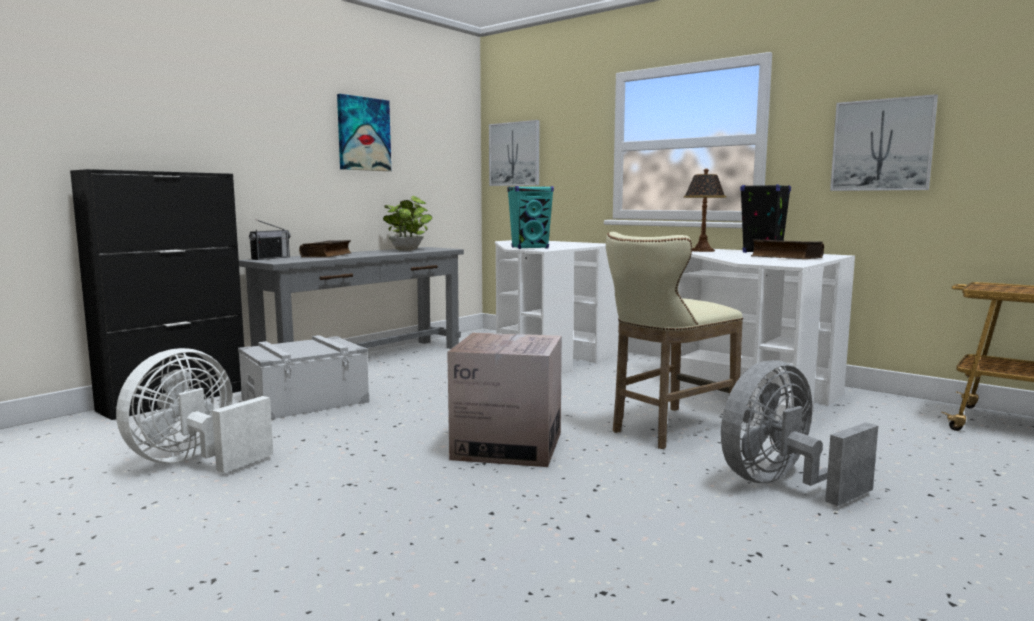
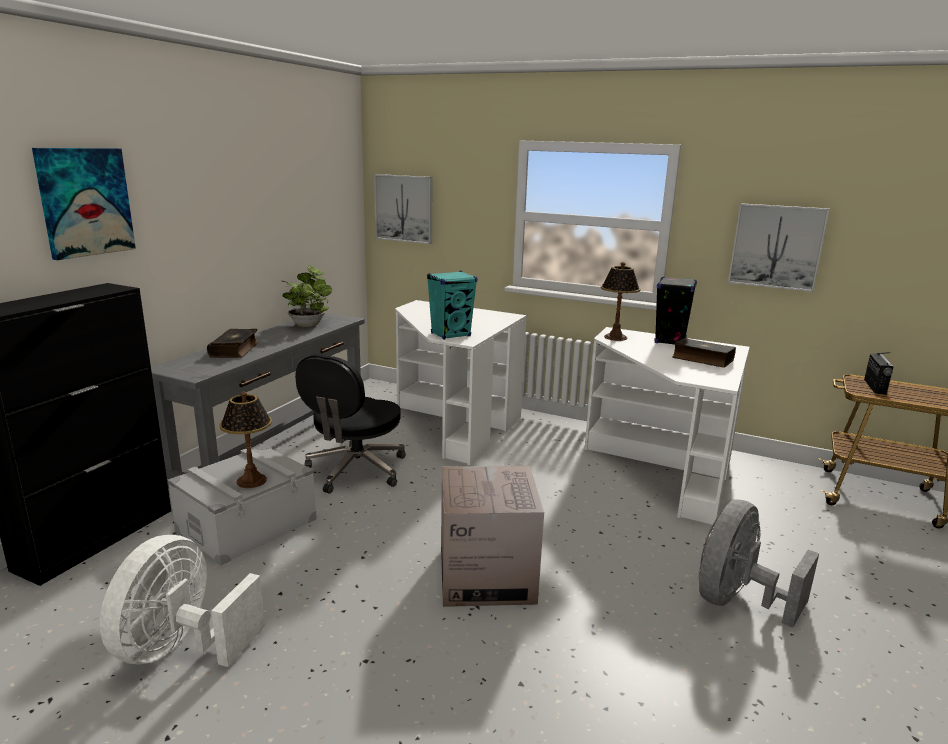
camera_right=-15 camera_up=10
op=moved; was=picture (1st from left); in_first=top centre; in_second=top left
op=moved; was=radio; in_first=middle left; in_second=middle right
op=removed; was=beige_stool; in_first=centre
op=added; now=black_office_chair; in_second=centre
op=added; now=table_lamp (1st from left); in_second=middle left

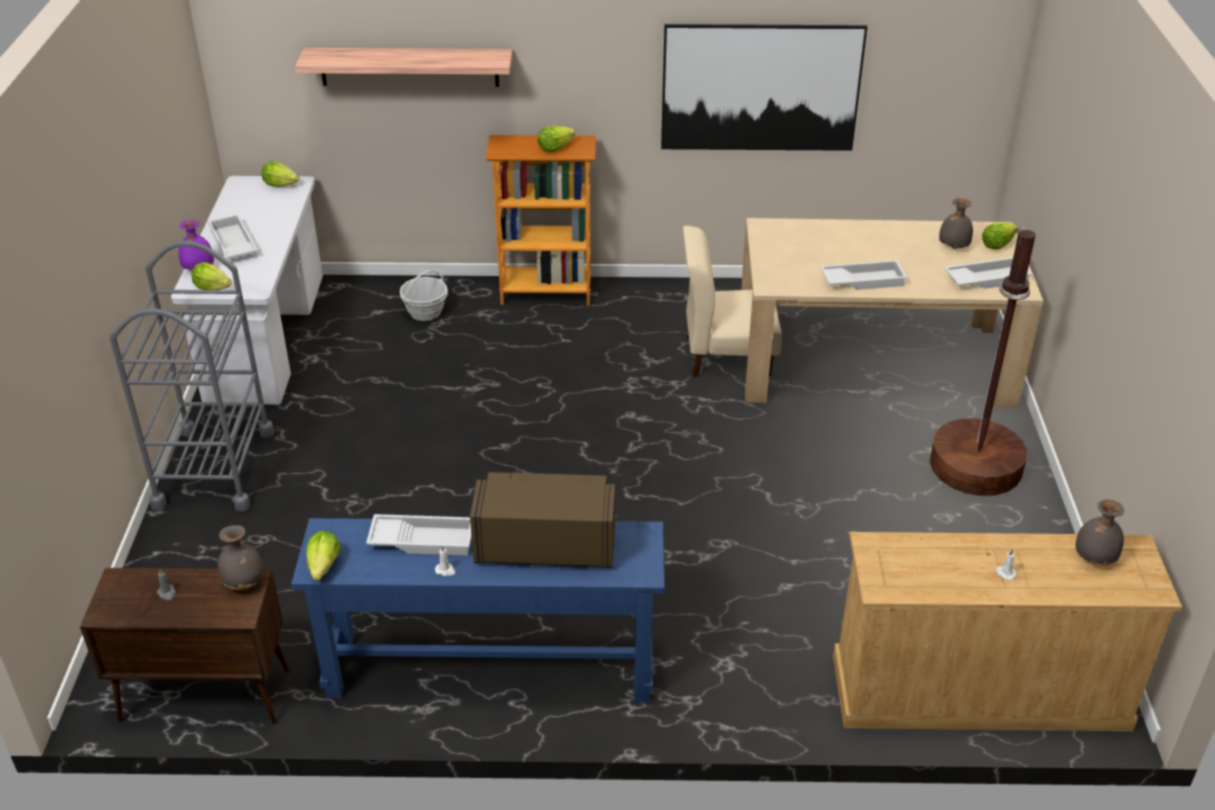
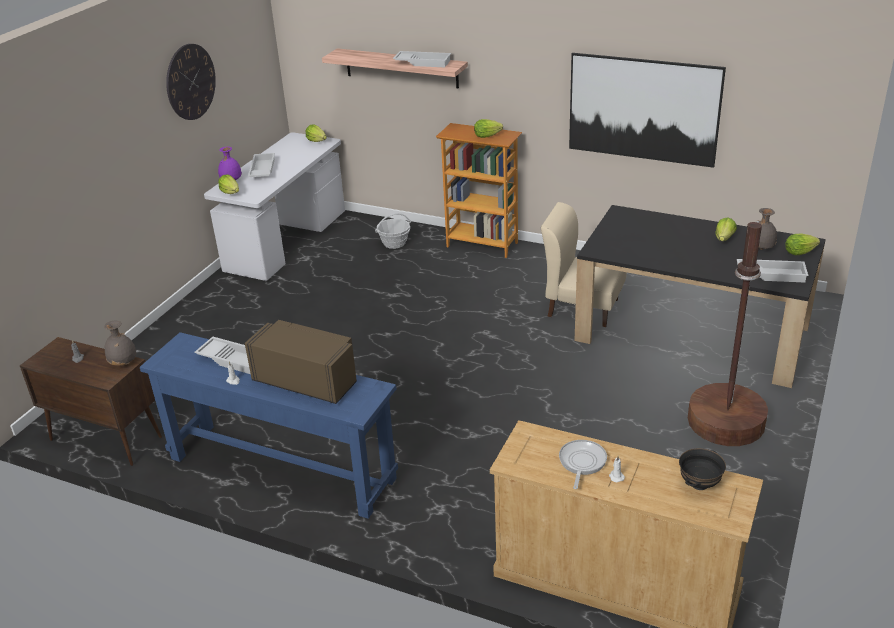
camera_right=25 camera_up=-5
op=recoloured; was=beige_dining_table; now=black_dining_table; in_first=middle right; in_second=middle right
op=removed; was=grey_cart; in_first=middle left
op=moved; was=white_tray (3rd from left); in_first=middle right; in_second=top centre
op=replaced; was=grey_vase (3rd from left); now=black_bowl; in_first=middle right; in_second=bottom right
op=moved; was=lettuce (3rd from left in the first image); now=lettuce (4th from left); in_first=bottom left; in_second=middle right
op=added; now=wall_clock; in_second=top left
op=added; now=frying_pan; in_second=bottom centre

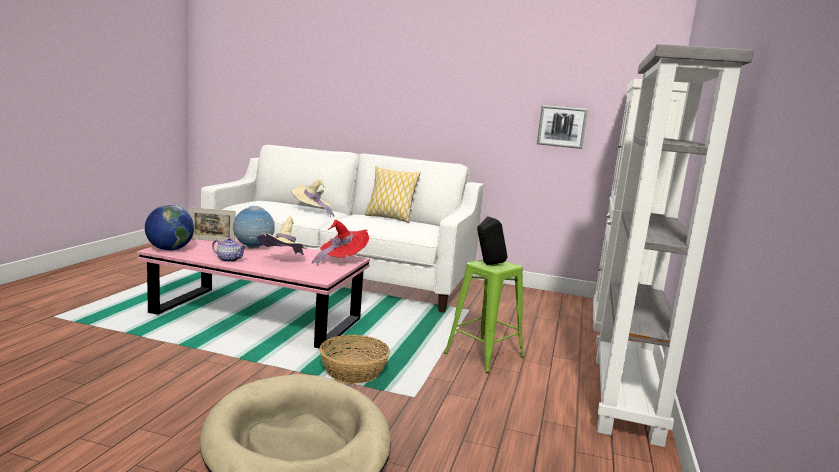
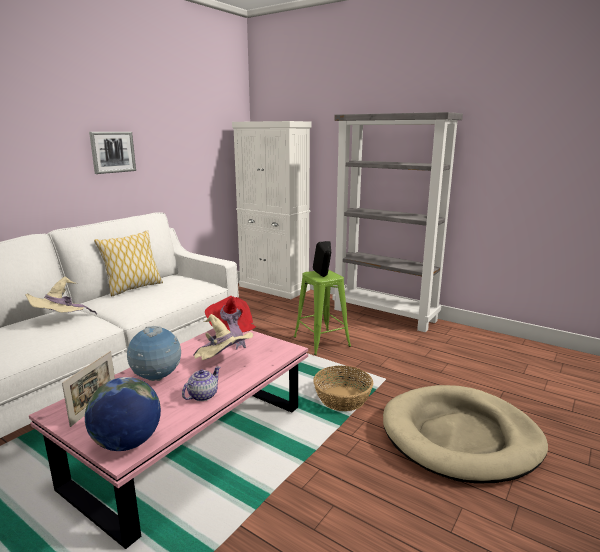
camera_right=-70 camera_up=5
op=moved; was=picture; in_first=top right; in_second=top left

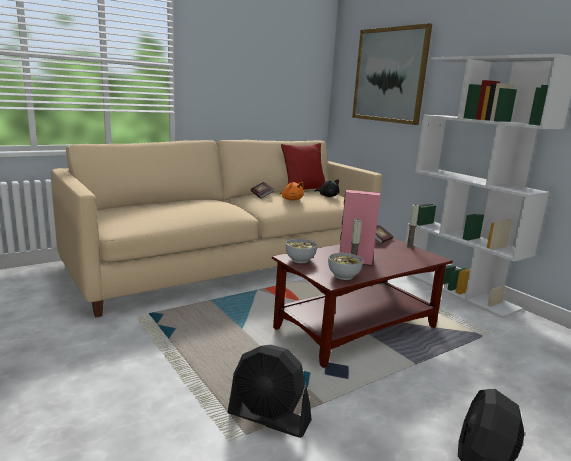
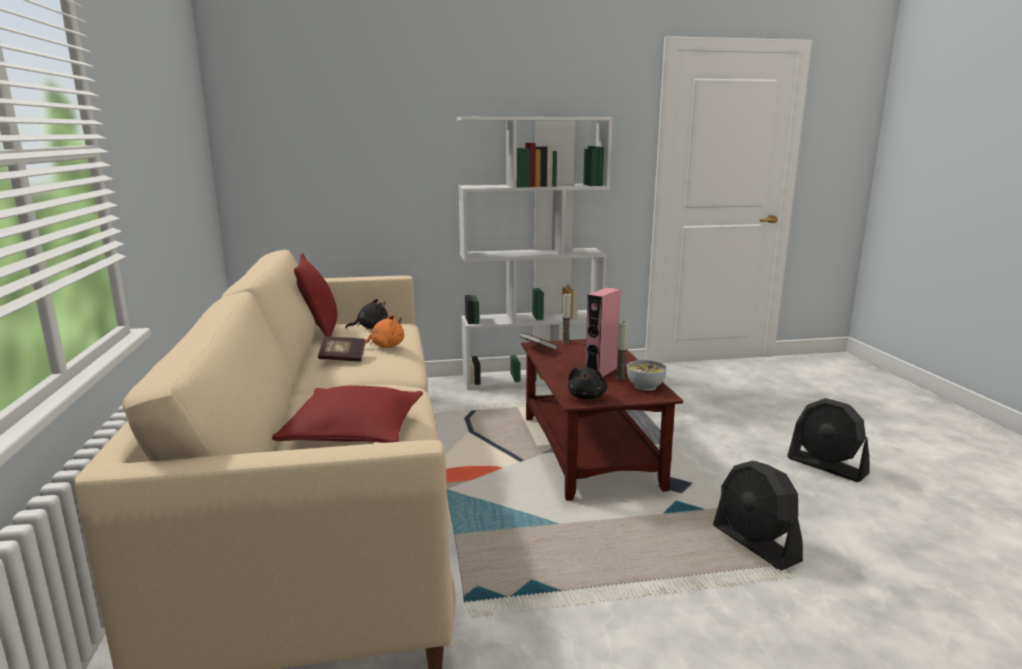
camera_right=-65 camera_up=0
op=removed; was=picture; in_first=top right
op=replaced; was=bowl (1st from left); now=black_plush_toy (2nd from left); in_first=centre; in_second=centre
op=turned; was=black_fan (1st from left); in_first=bottom centre; in_second=bottom right; clockwise=105
op=added; now=red_pillow (2nd from left); in_second=centre

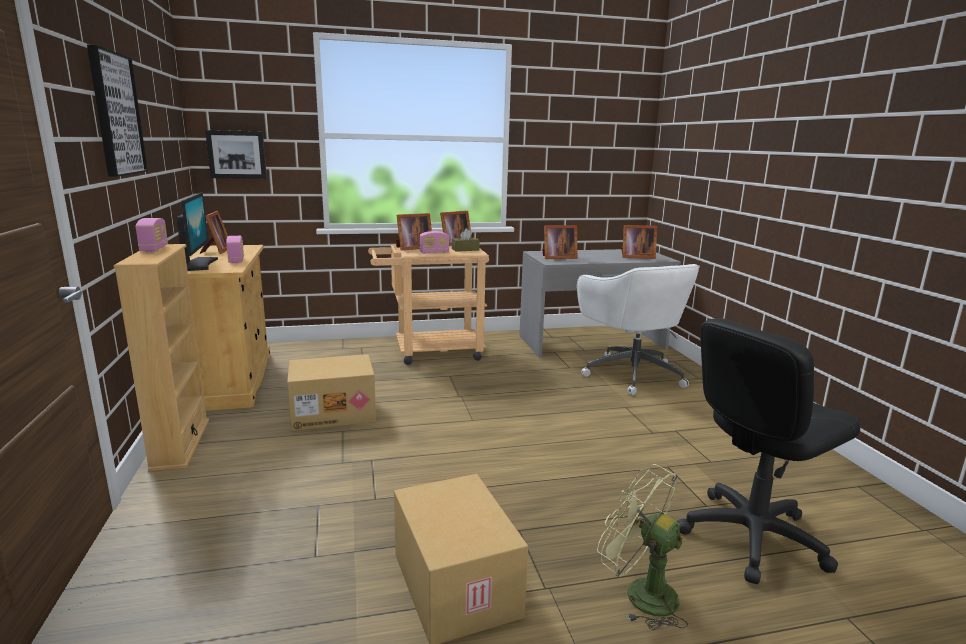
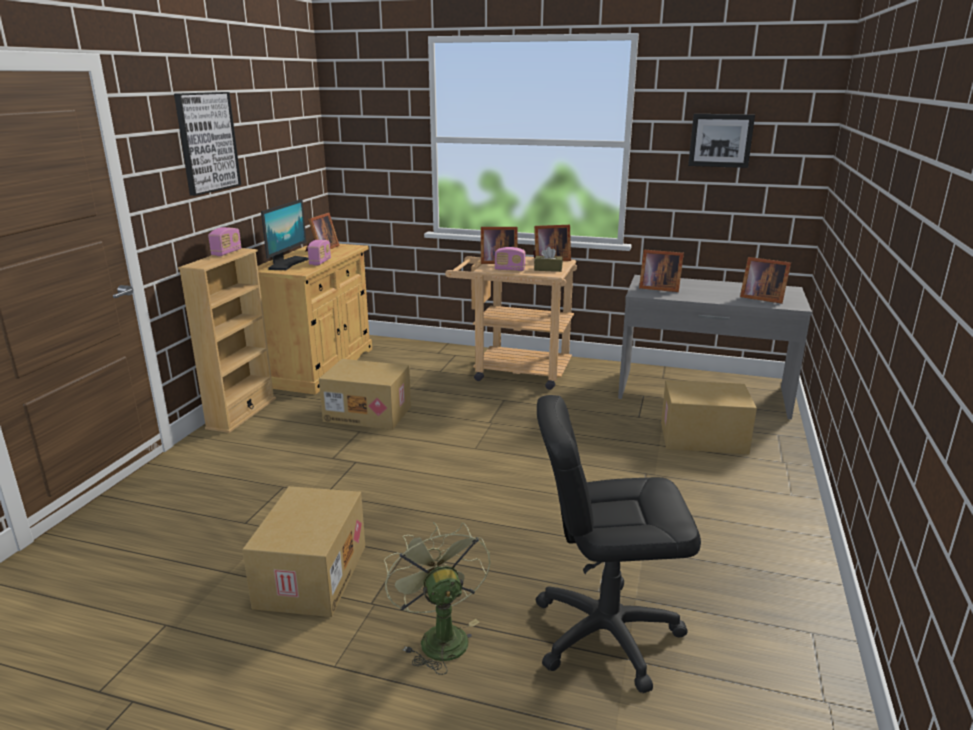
camera_right=30 camera_up=5
op=moved; was=picture (2nd from left); in_first=top left; in_second=top right
op=replaced; was=white_office_chair; now=cardboard_box (3rd from left); in_first=centre; in_second=middle right

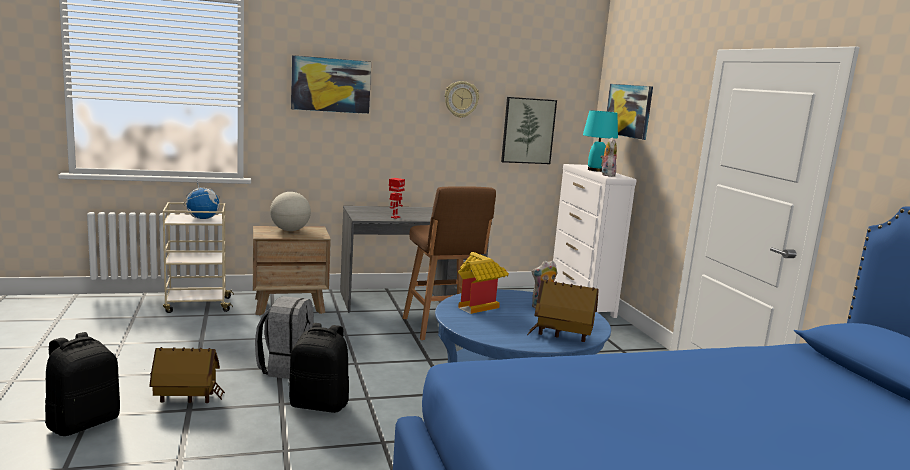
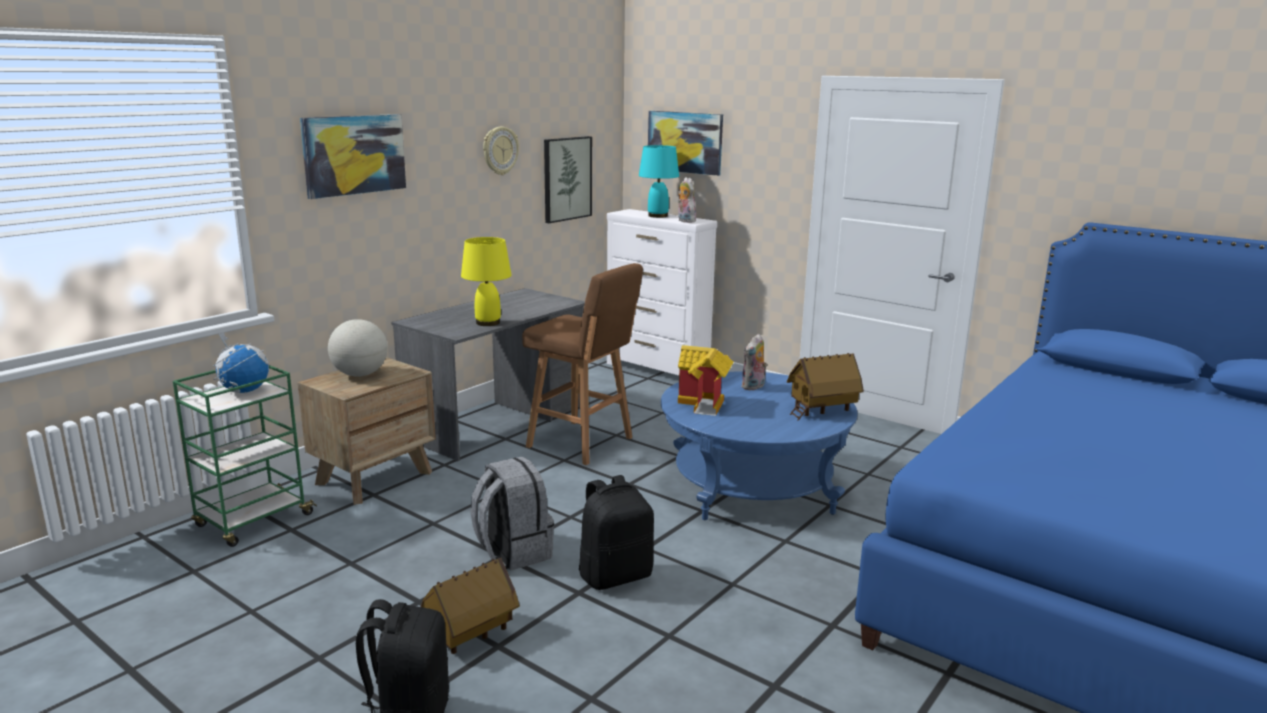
camera_right=-35 camera_up=5
op=replaced; was=toy_robot; now=yellow_table_lamp; in_first=centre; in_second=centre
op=recoloured; was=beige_cart; now=green_cart; in_first=middle left; in_second=middle left

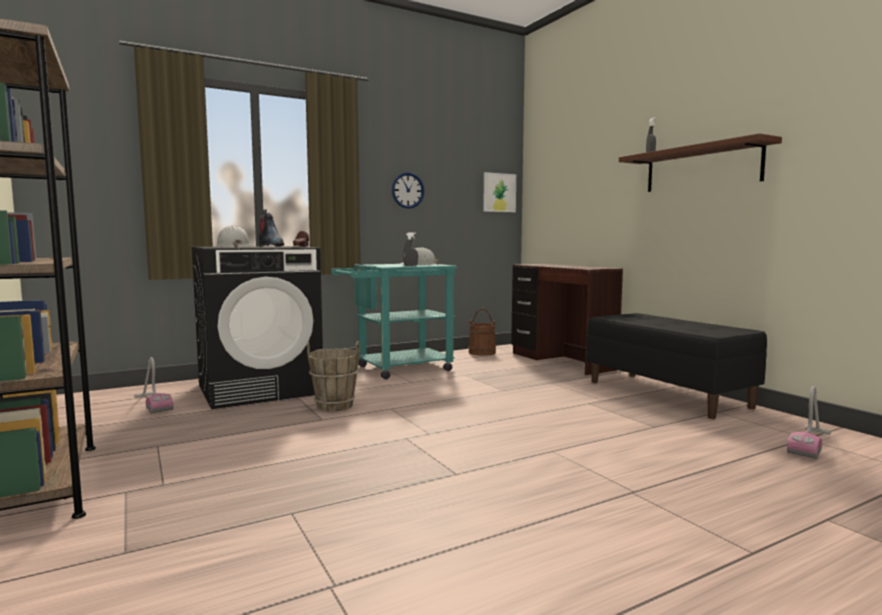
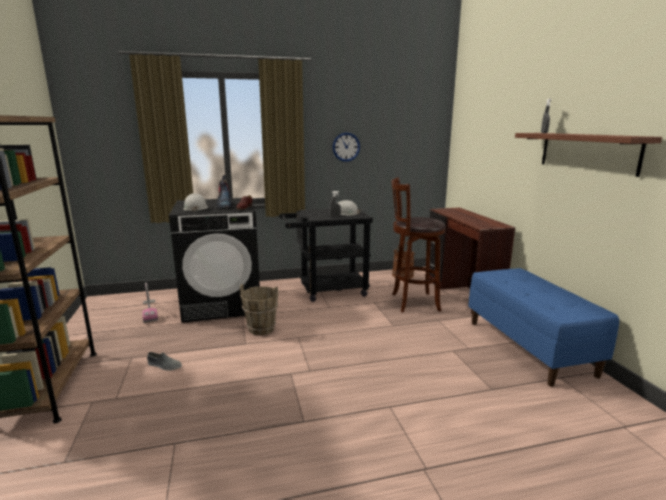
camera_right=15 camera_up=10
op=removed; was=picture; in_first=top centre
op=recoloured; was=turquoise_cart; now=black_cart; in_first=centre; in_second=centre
op=recoloured; was=black_bench; now=blue_bench; in_first=middle right; in_second=middle right
op=removed; was=vacuum_cleaner (2nd from left); in_first=bottom right
op=added; now=brown_stool; in_second=centre
op=added; now=grey_shoe; in_second=bottom left

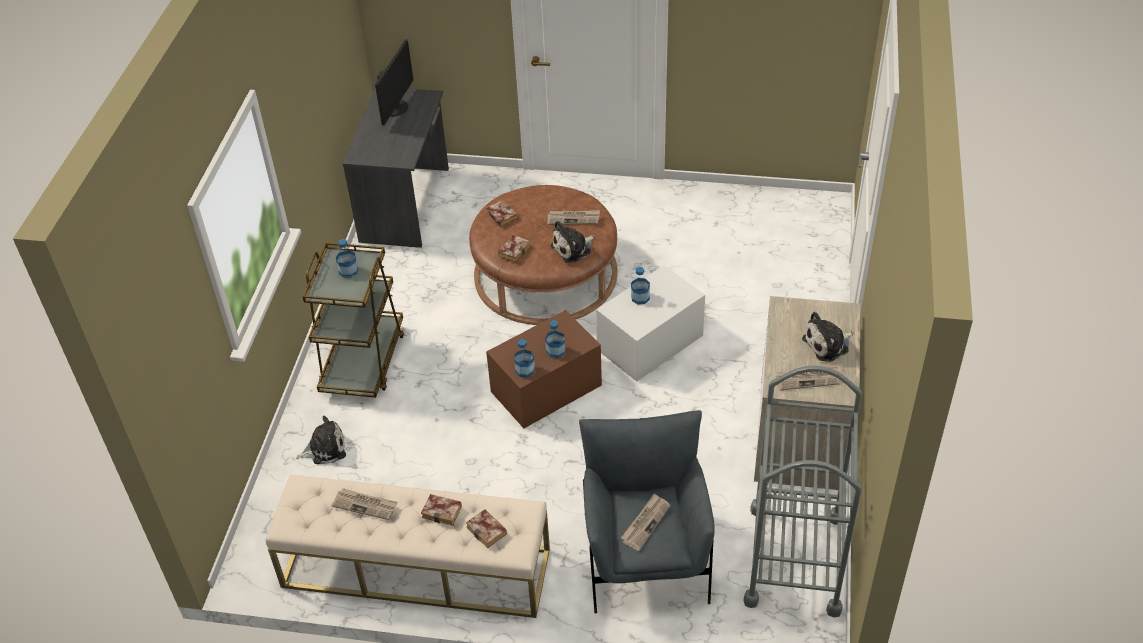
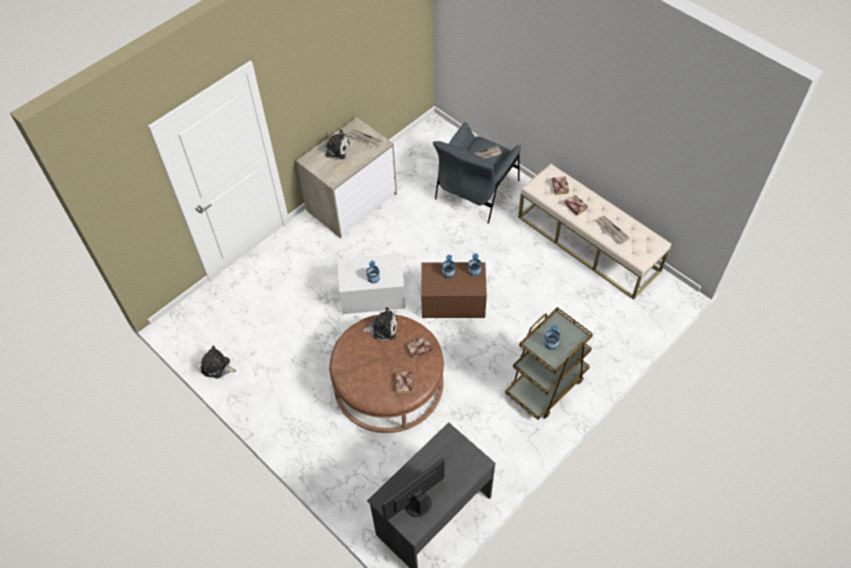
camera_right=-145 camera_up=10
op=removed; was=newspaper (2nd from left); in_first=centre
op=removed; was=grey_cart; in_first=bottom right
op=moved; was=plush_toy (1st from left); in_first=bottom left; in_second=middle left

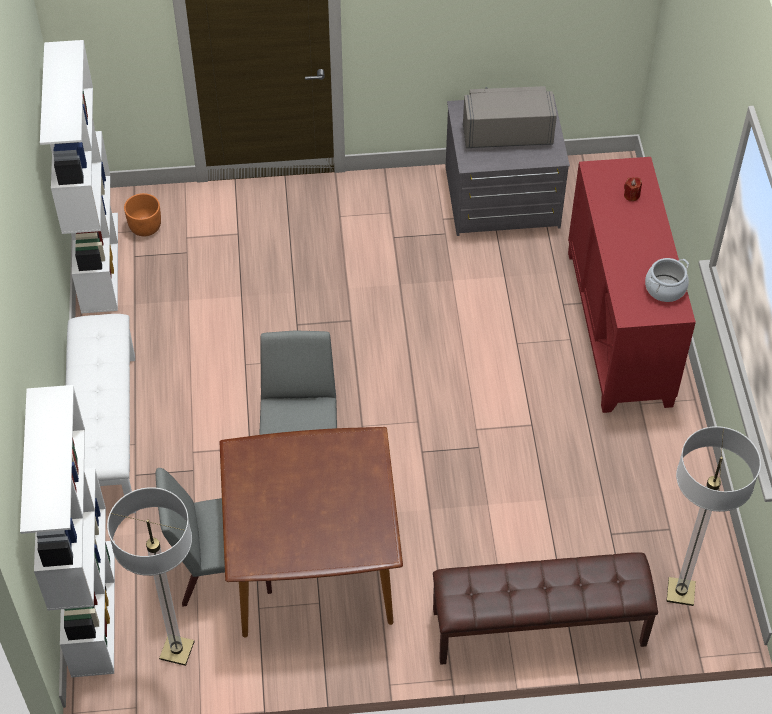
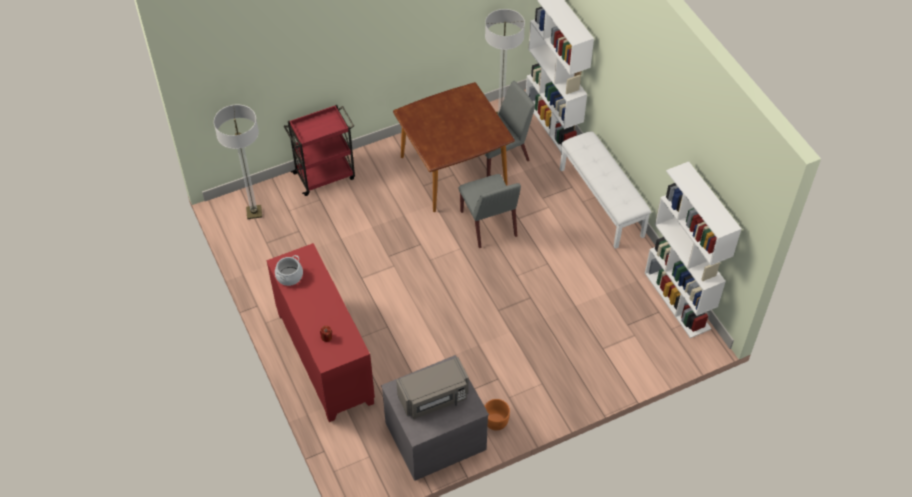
camera_right=160 camera_up=0
op=moved; was=orange_planter; in_first=top left; in_second=bottom centre
op=replaced; was=brown_bench; now=red_cart; in_first=bottom right; in_second=top centre

